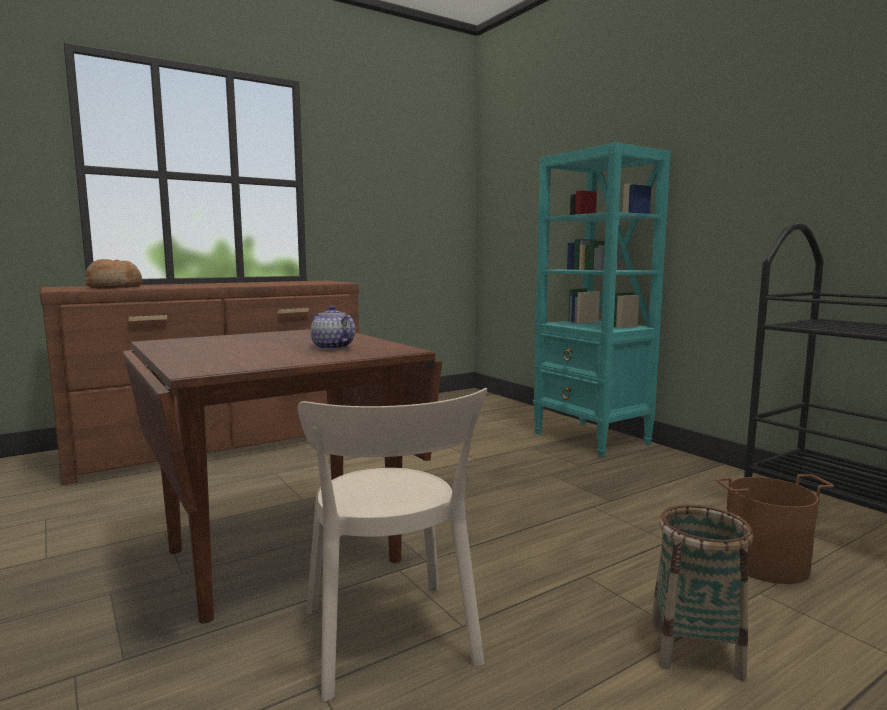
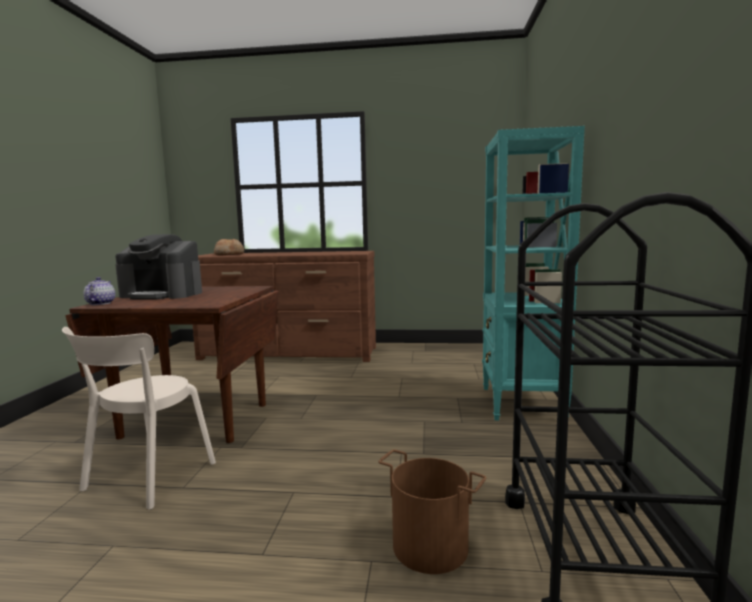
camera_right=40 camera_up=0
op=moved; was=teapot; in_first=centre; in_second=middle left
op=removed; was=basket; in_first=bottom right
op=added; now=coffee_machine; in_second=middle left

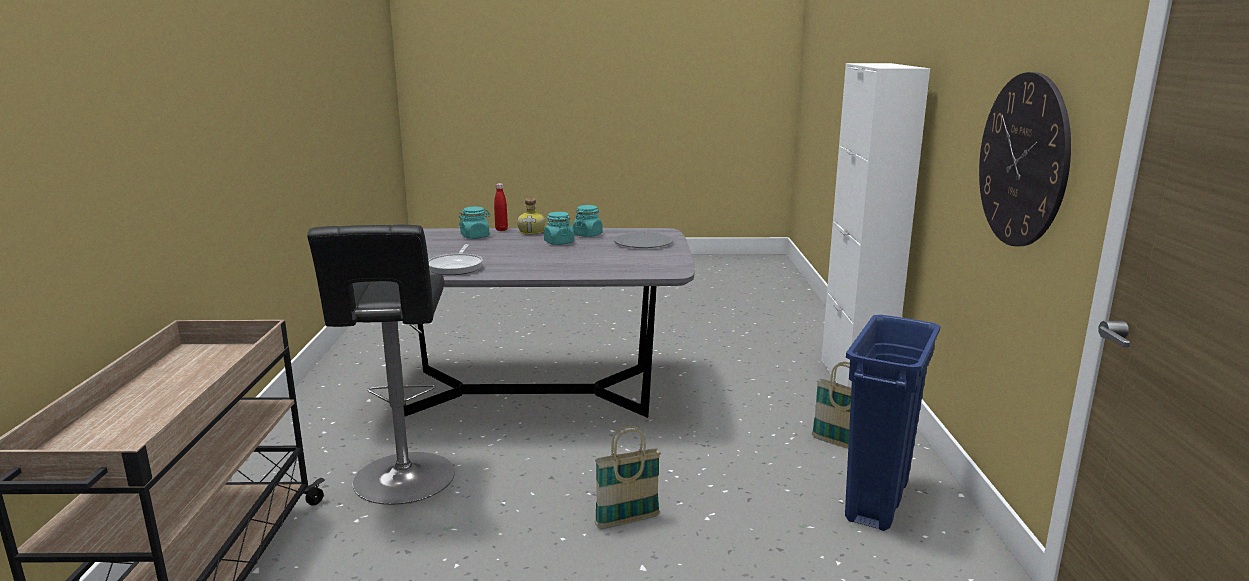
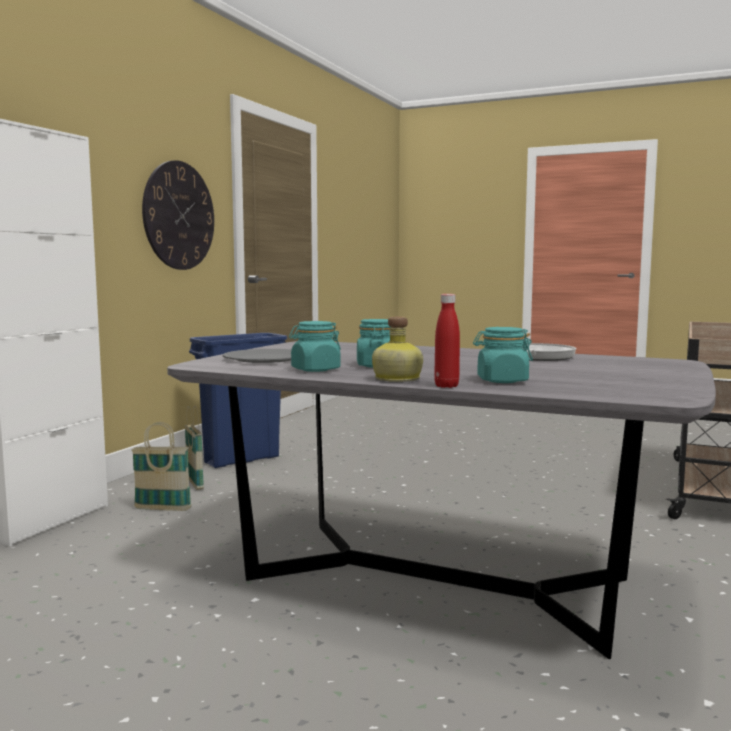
camera_right=-155 camera_up=-10
op=removed; was=black_stool; in_first=middle left
op=moved; was=basket (1st from left); in_first=bottom centre; in_second=middle left

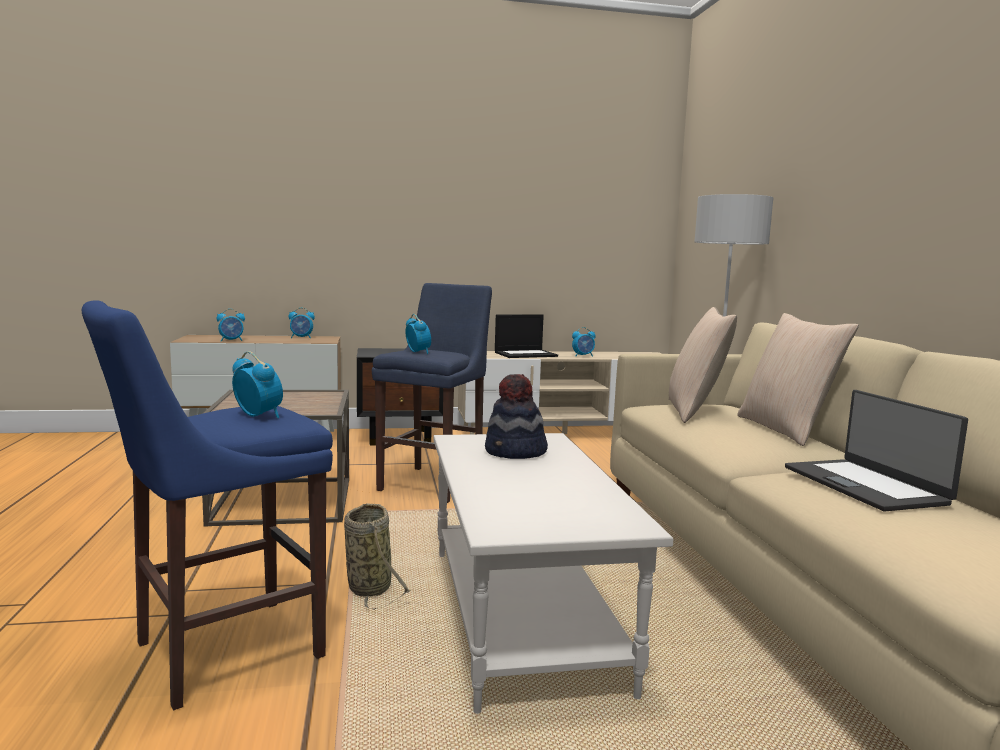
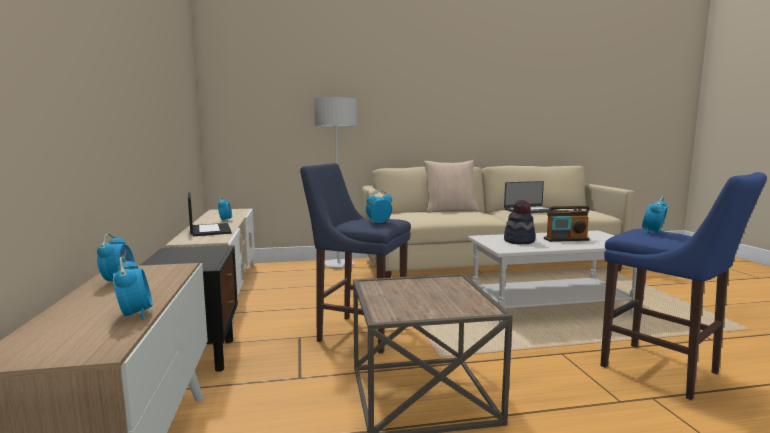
camera_right=-90 camera_up=0
op=removed; was=beige_pillow (1st from left); in_first=middle right
op=removed; was=basket; in_first=bottom centre
op=added; now=radio; in_second=middle right

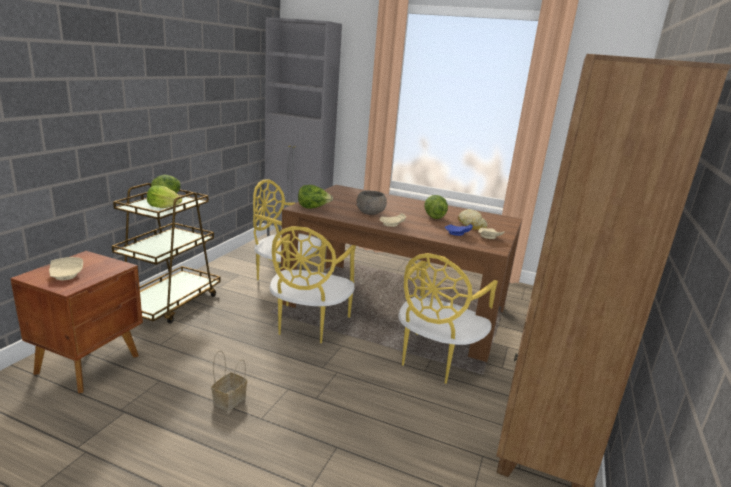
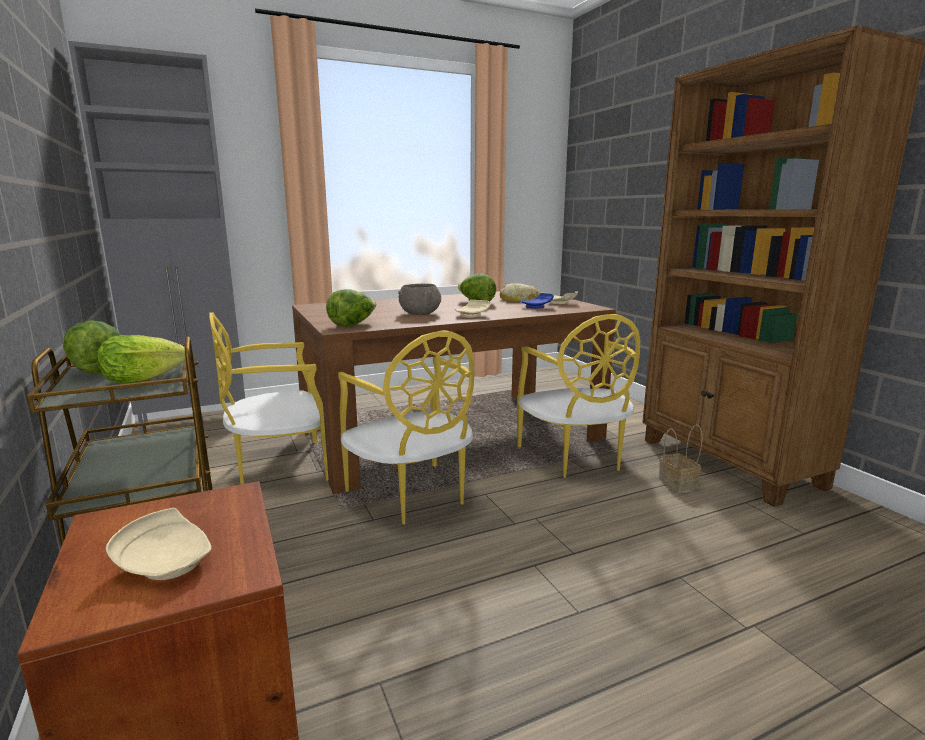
camera_right=-45 camera_up=-5
op=moved; was=basket; in_first=bottom left; in_second=middle right

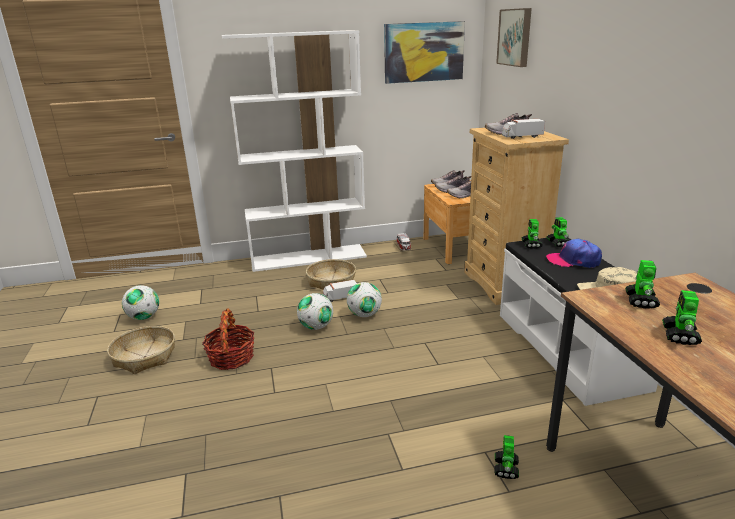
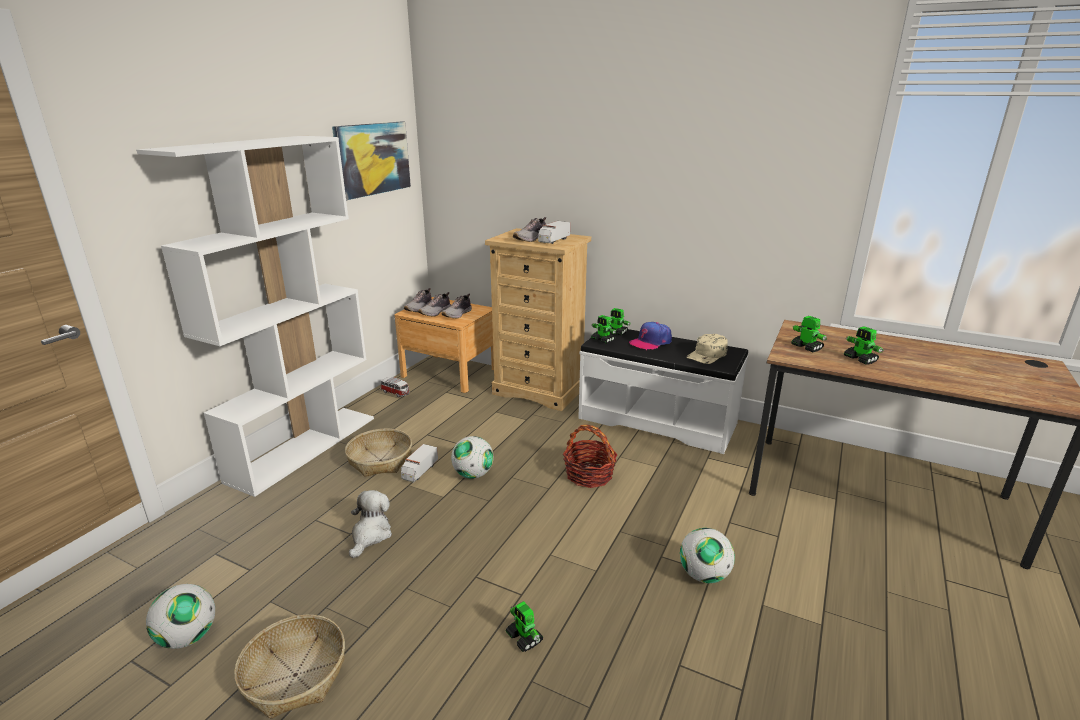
camera_right=-50 camera_up=0
op=removed; was=picture (2nd from left); in_first=top right
op=moved; was=football (2nd from left in the first image); now=football (3rd from left); in_first=centre; in_second=bottom centre
op=moved; was=basket (2nd from left in the first image); now=basket (3rd from left); in_first=middle left; in_second=centre
op=moved; was=toy_robot (1st from left); in_first=bottom right; in_second=bottom centre
op=added; now=plush_toy; in_second=bottom centre

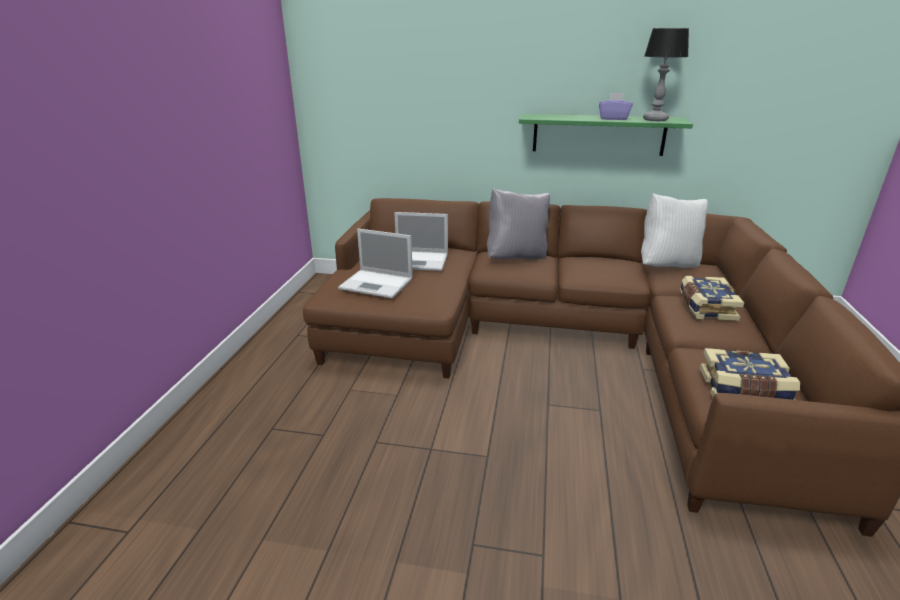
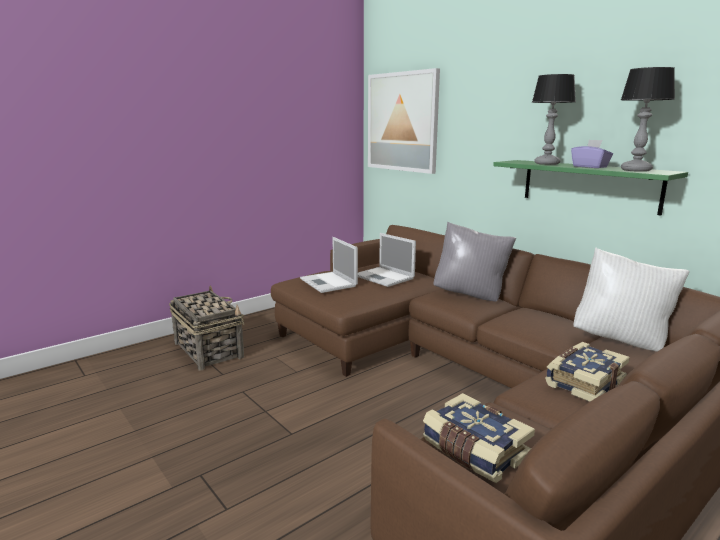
camera_right=40 camera_up=-10
op=added; now=picture; in_second=top centre
op=added; now=table_lamp (1st from left); in_second=top right
op=added; now=basket; in_second=middle left

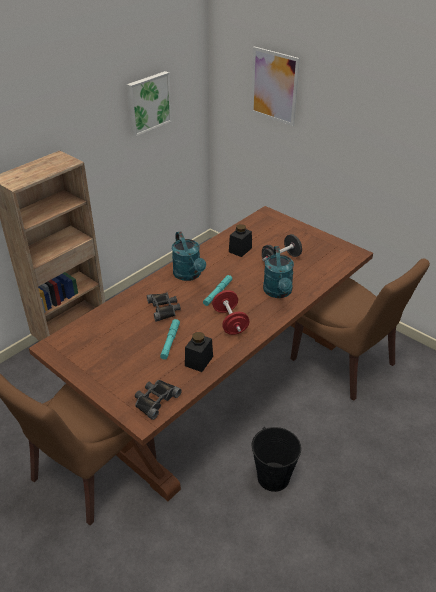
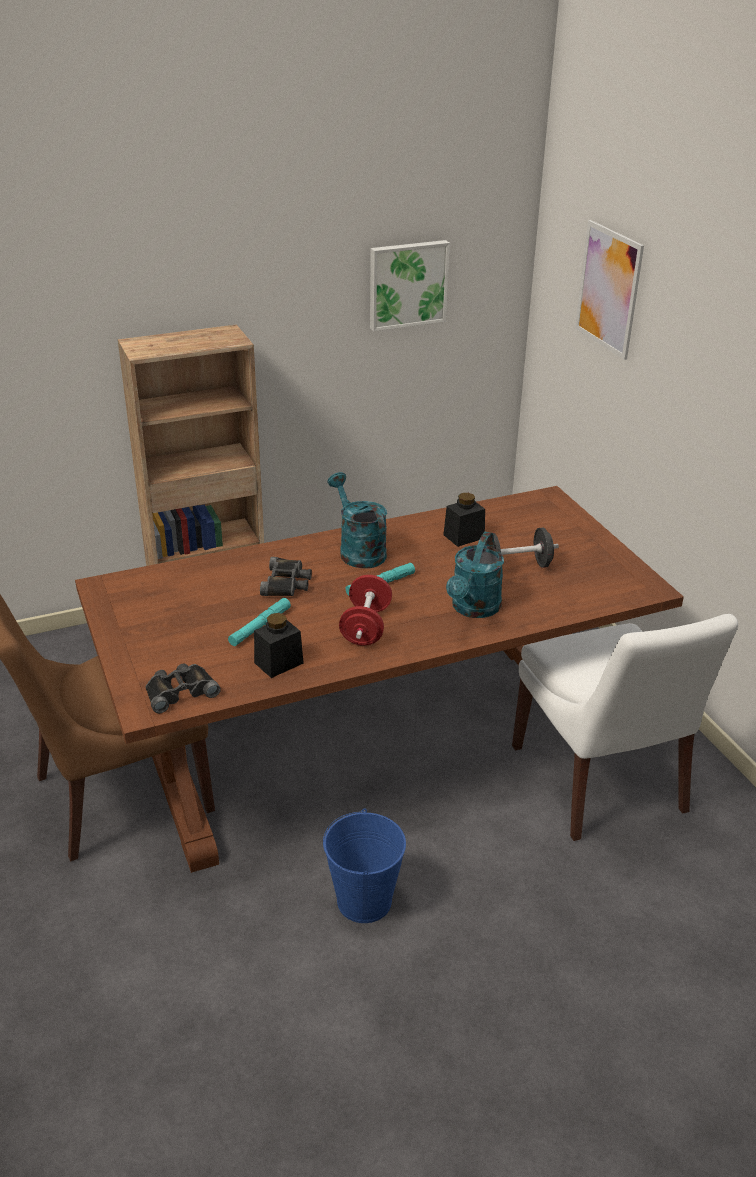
camera_right=25 camera_up=-5
op=turned; was=turquoise_watering_can (1st from left); in_first=centre; in_second=centre; clockwise=150
op=recoloured; was=brown_chair (2nd from left); now=white_chair; in_first=middle right; in_second=middle right
op=recoloured; was=black_bucket; now=blue_bucket; in_first=bottom centre; in_second=bottom centre

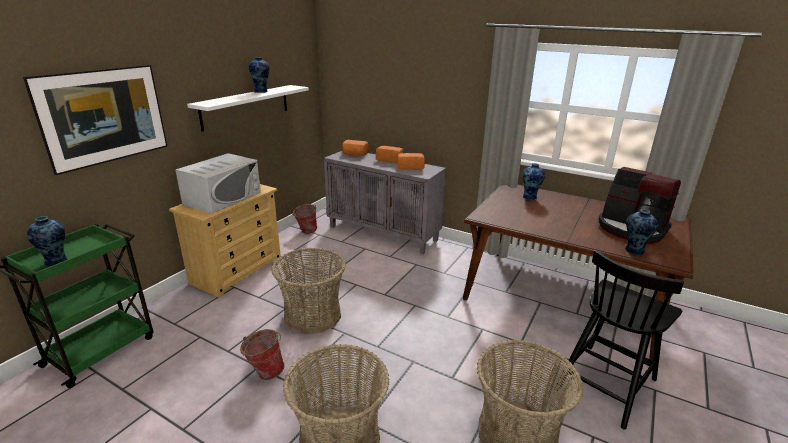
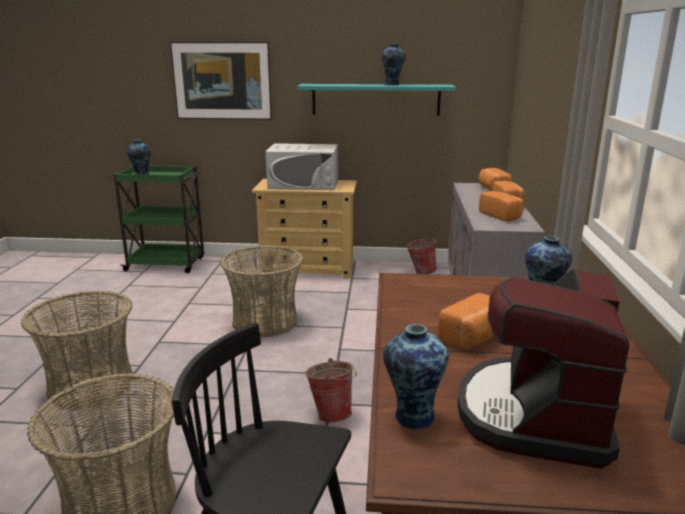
camera_right=65 camera_up=-5
op=recoloured; was=white_shelf; now=turquoise_shelf; in_first=top left; in_second=top centre
op=moved; was=bucket (1st from left); in_first=bottom left; in_second=bottom centre
op=added; now=bread (1st from left); in_second=middle right

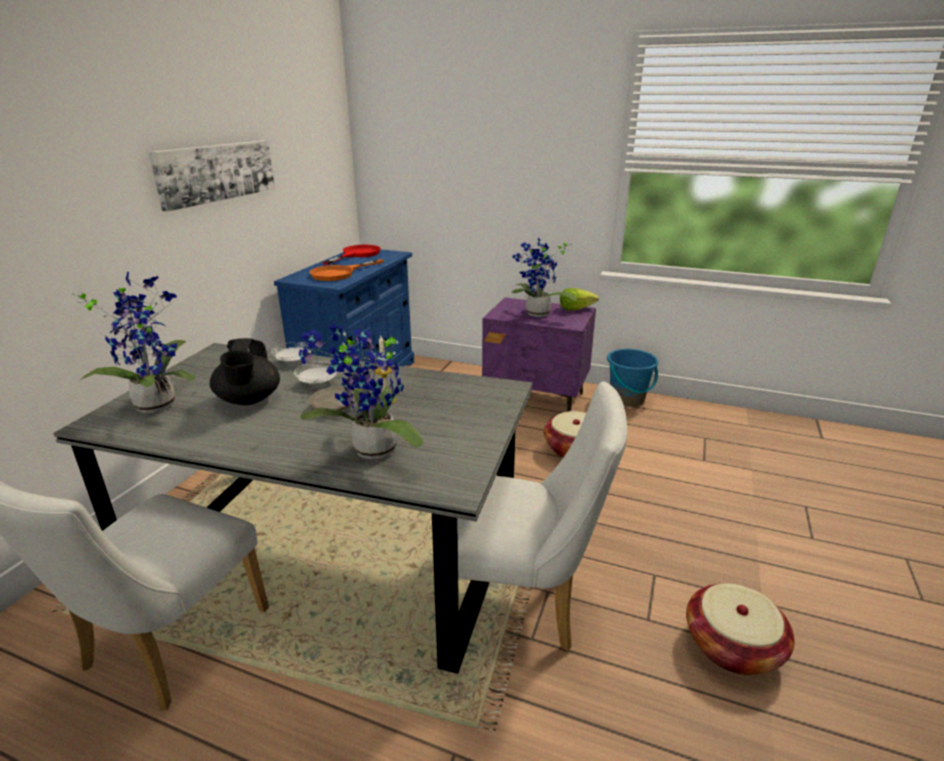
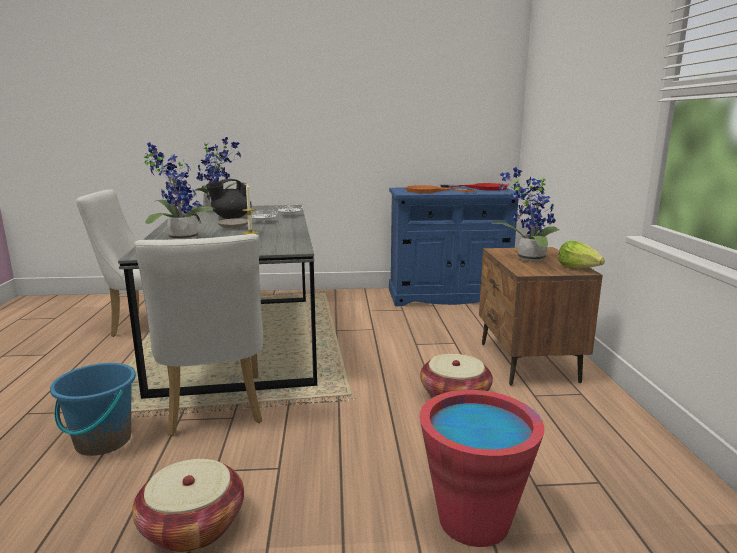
camera_right=65 camera_up=-10
op=removed; was=picture; in_first=top left
op=recoloured; was=purple_nightstand; now=brown_nightstand; in_first=centre; in_second=middle right
op=moved; was=blue_bucket; in_first=middle right; in_second=bottom left
op=added; now=red_bucket; in_second=bottom centre

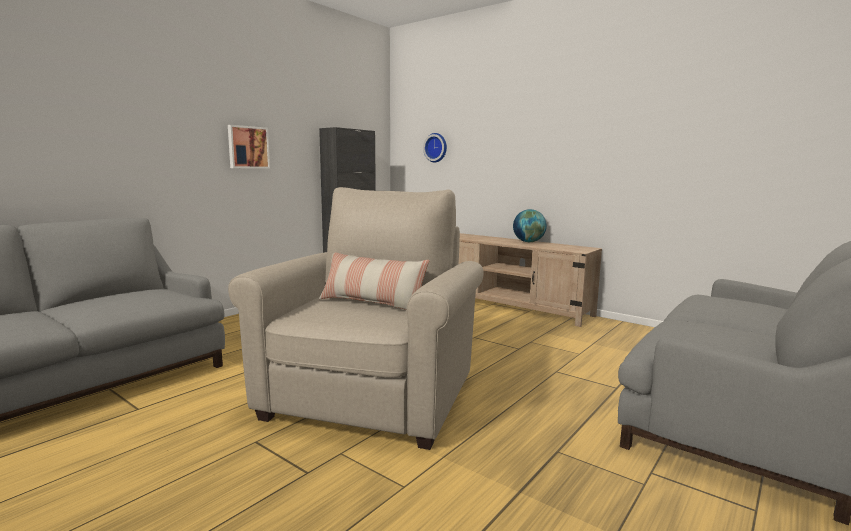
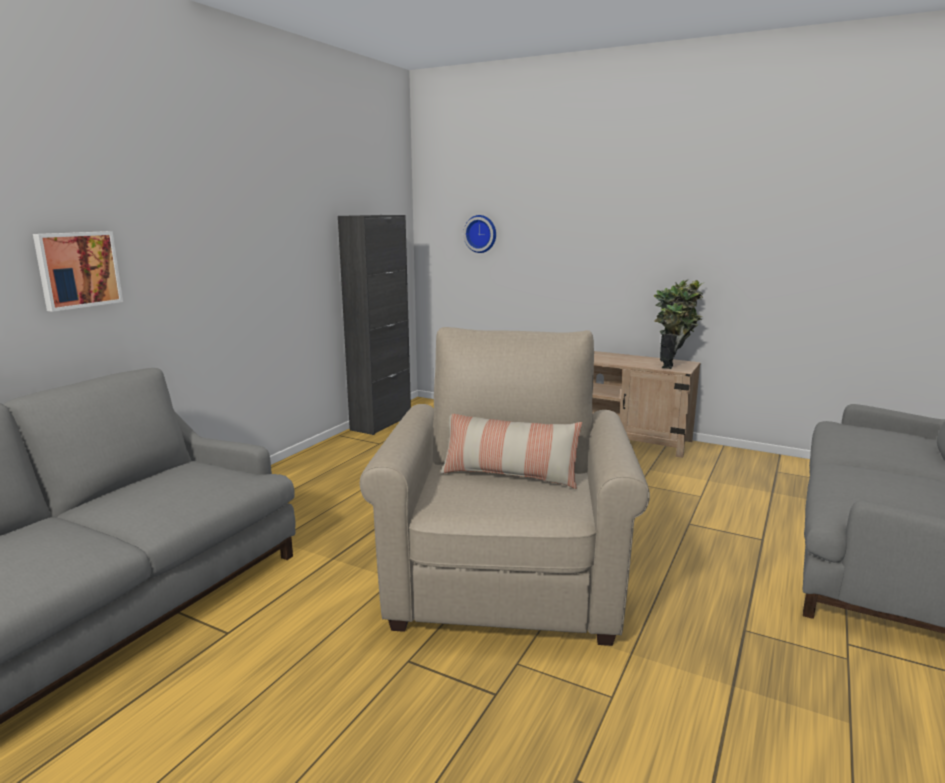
camera_right=-10 camera_up=5
op=moved; was=picture; in_first=top left; in_second=middle left
op=removed; was=globe; in_first=centre
op=added; now=potted_plant; in_second=middle right

